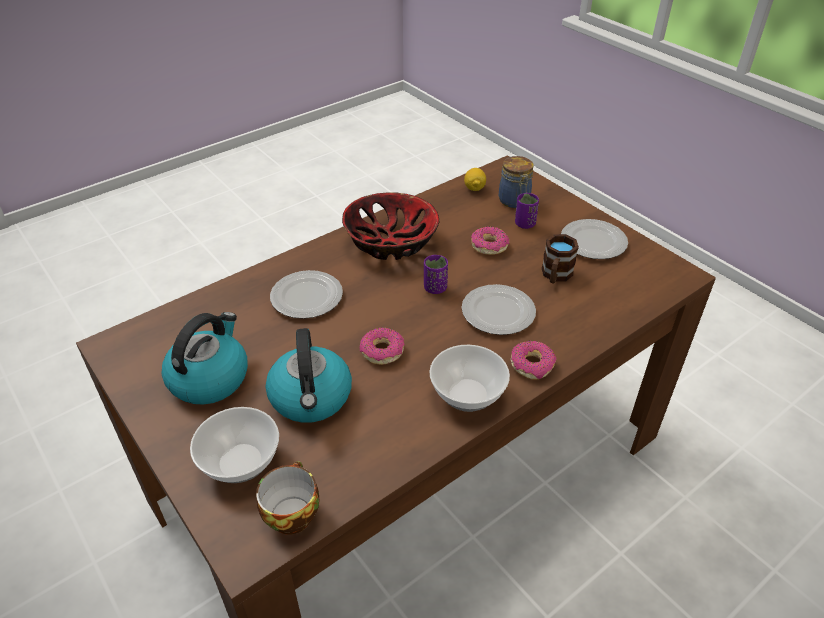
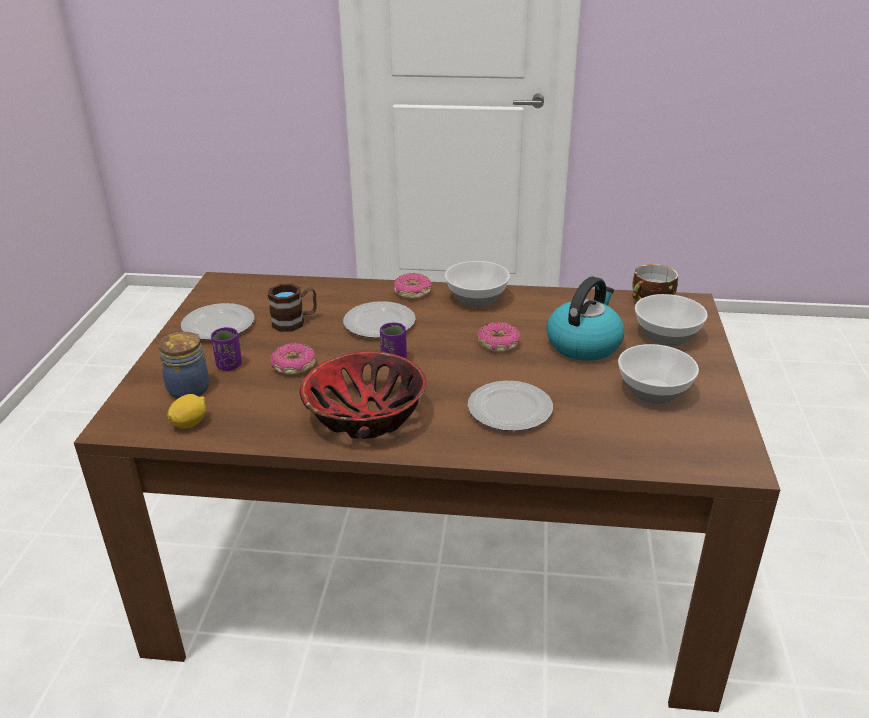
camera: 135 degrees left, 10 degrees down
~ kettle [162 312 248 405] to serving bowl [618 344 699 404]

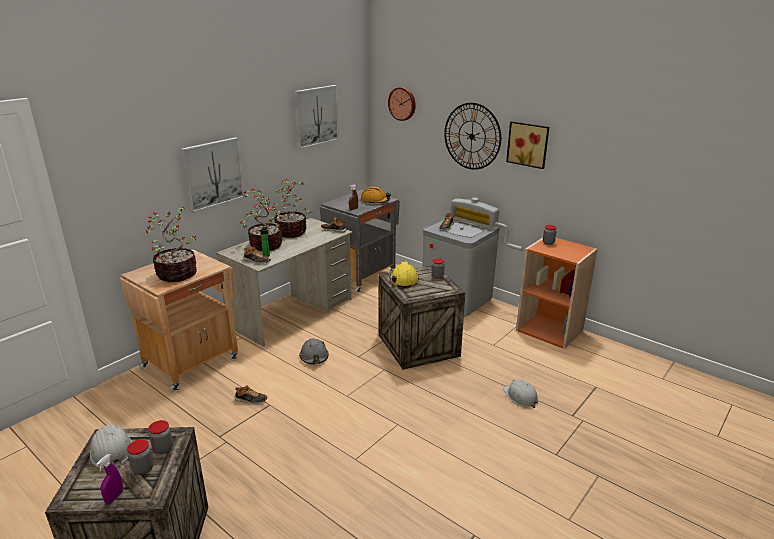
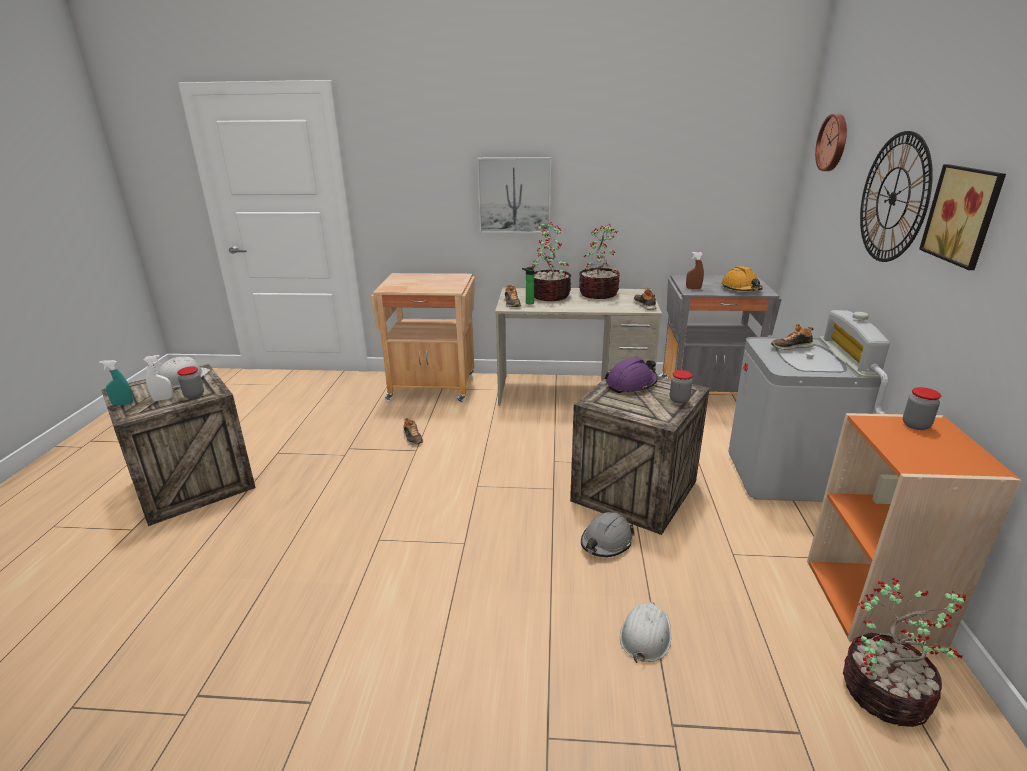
camera: 55 degrees right, 0 degrees up
- wall art [294 85 339 149]
~ plant in a pot [145 207 197 282] to [843 578 966 727]
~ yellow safety helmet [390 261 419 288] to purplish safety helmet [605 357 658 393]
~ greyish safety helmet [299 338 329 364] to [581 512 635 557]
~ storage jar [127 440 154 475] to white-coloured spray bottle [144 355 173 401]
~ purplish spray bottle [96 454 123 504] to turquoise spray bottle [99 360 133 405]

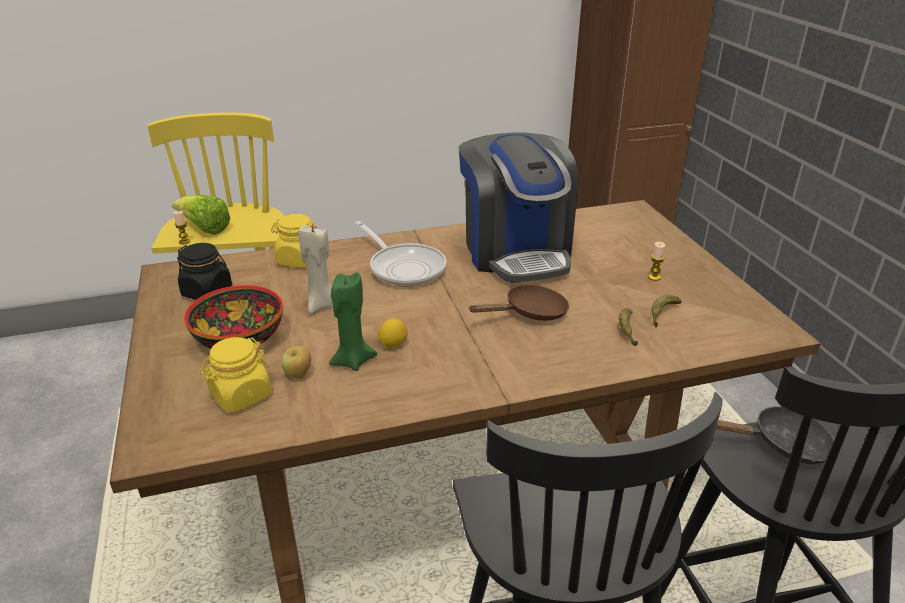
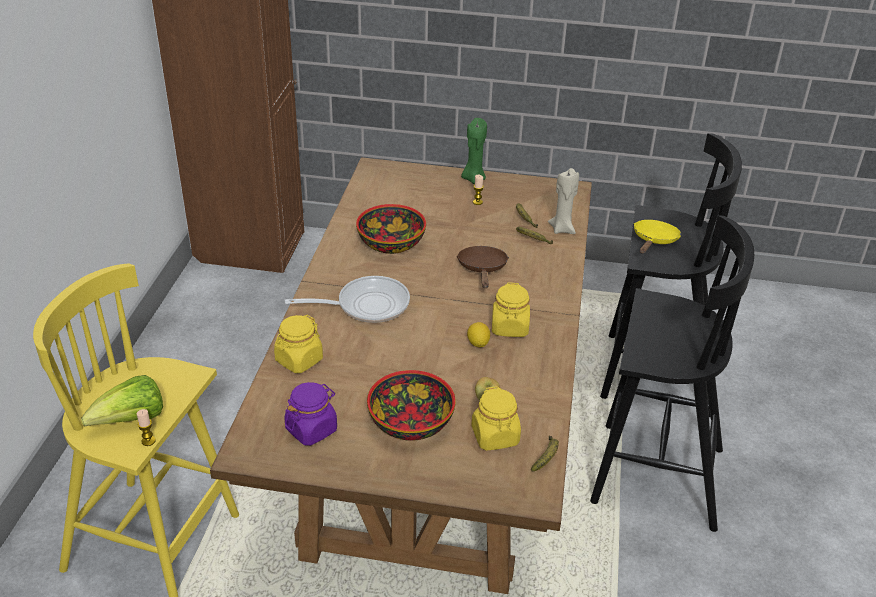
camera: 65 degrees left, 5 degrees up
~ coffee brewer [459 132 579 283] to serving bowl [356 204 426 254]
~ sand-coloured wax light [298 225 333 314] to [548 168 579 234]
~ blackish storage jar [177 243 232 300] to purplish storage jar [284 382 337 446]
~ green wax light [329 272 377 371] to [461 118 487 184]
~ blackish frying pan [716 406 835 464] to yellow frying pan [634 220 681 254]
+ yellow storage jar [492 282 530 337]
+ whole banana [531 436 559 472]

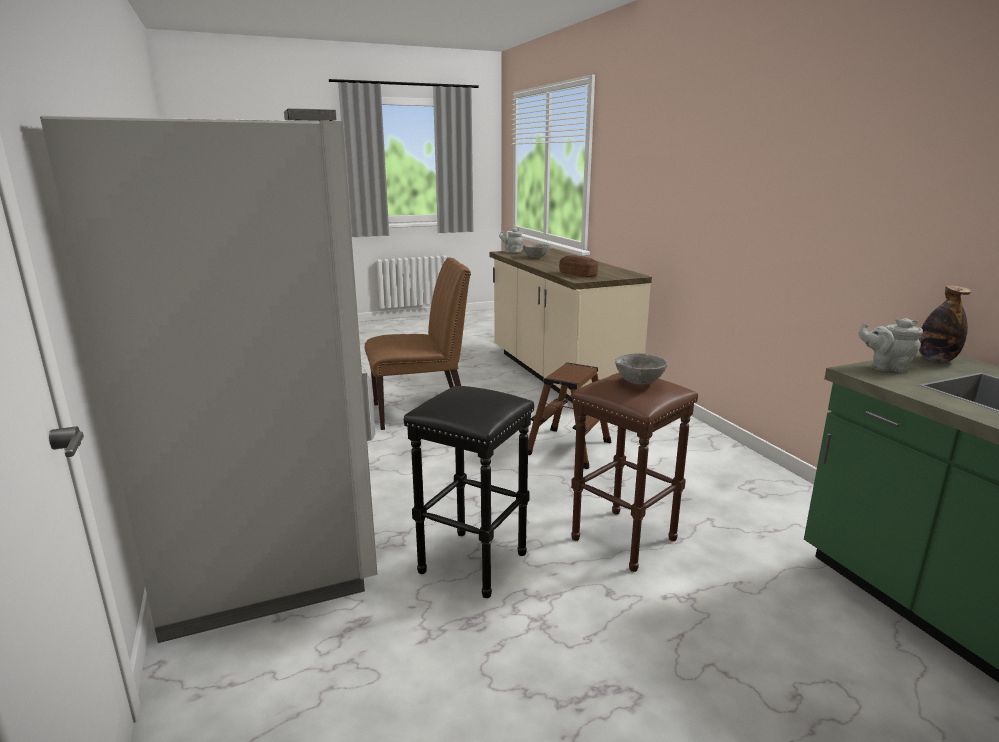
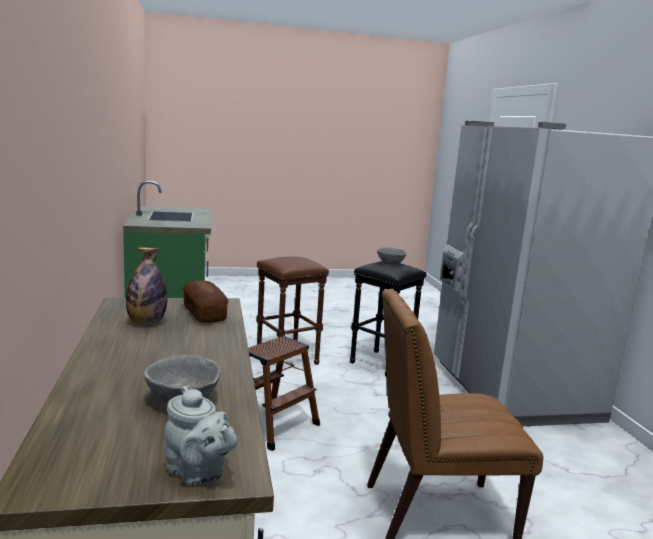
camera: 170 degrees left, 5 degrees down
~ bottle [919 285 971 362] to [126 247 167 325]
- greyish tea pot [859 318 923 373]
~ greyish serving bowl [615 353 668 385] to [377 247 407 265]

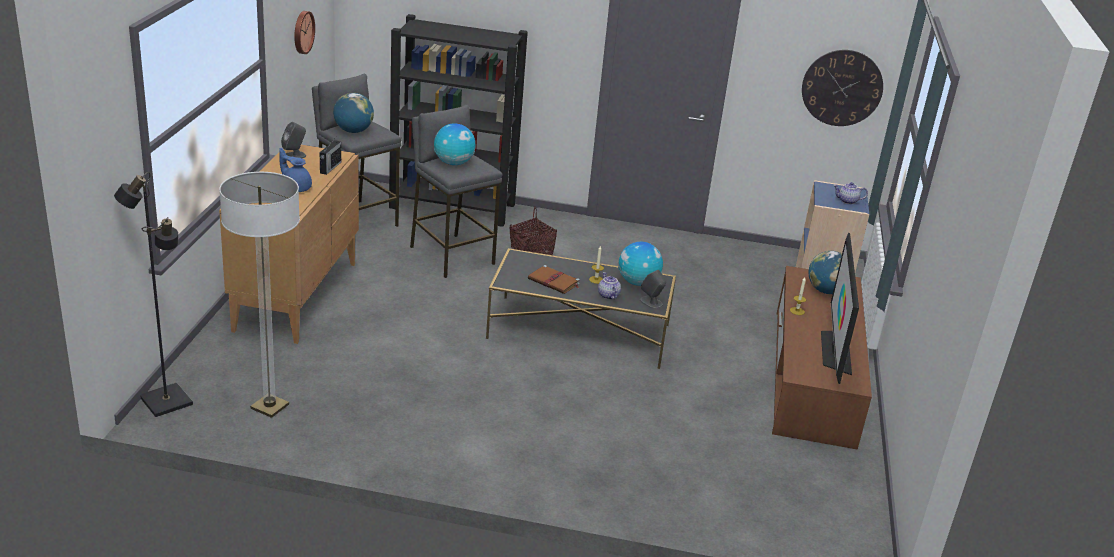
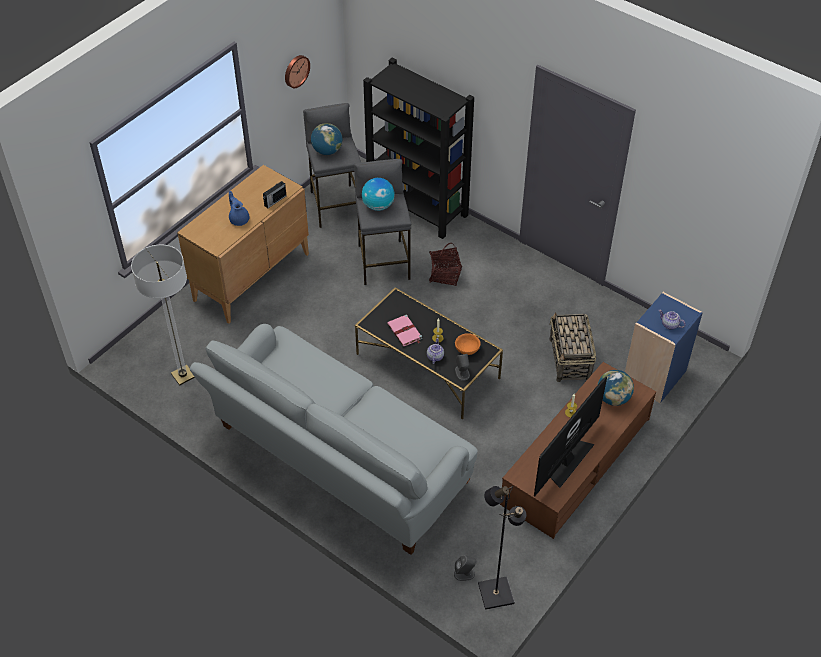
camera: 30 degrees right, 20 degrees up
- hanging clock [802 50 883 126]
~ greyish speaker [281 122 306 158] to [454 555 477 581]
~ blackish standard lamp [114 172 193 417] to [478 486 526 610]
~ desk globe [618 242 663 286] to orange serving bowl [455 333 481 355]
~ brown volume [528 265 580 294] to pink-coloured volume [387 314 422 346]
+ basket [550 313 596 382]
+ greyish sofa [190 324 478 555]

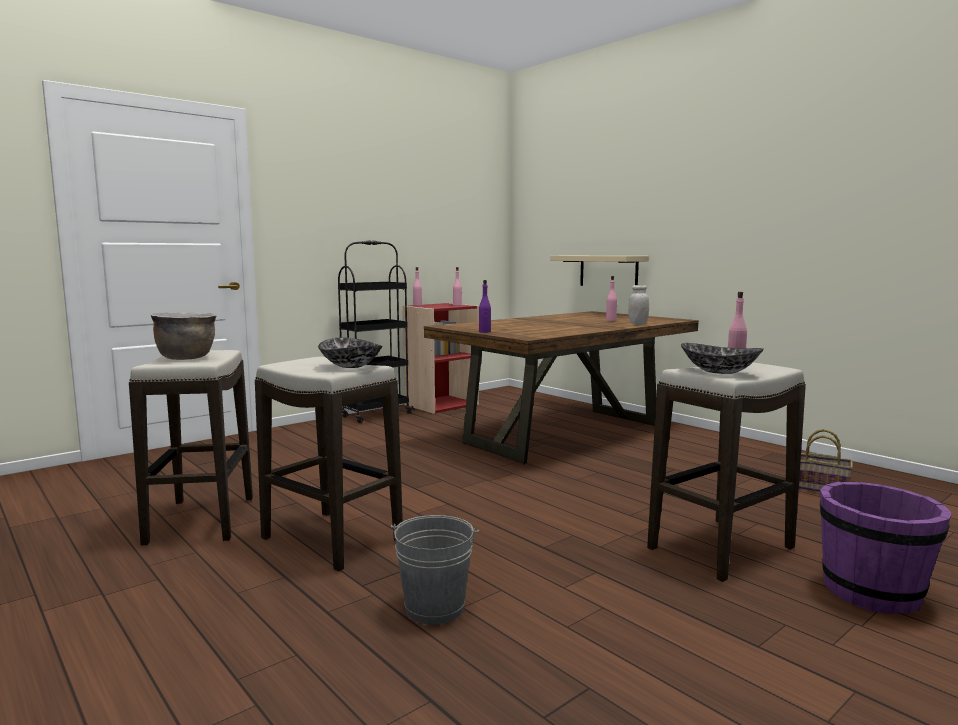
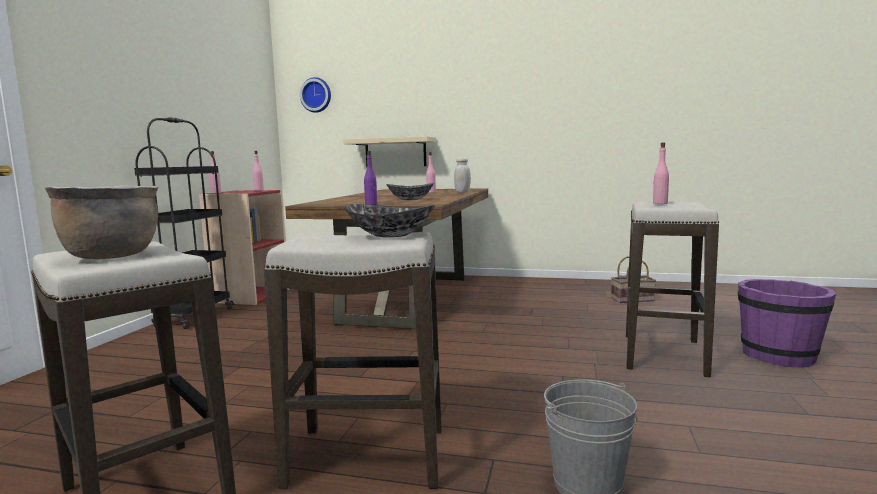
camera: 35 degrees left, 0 degrees up
~ serving bowl [681 343 764 374] to [386 183 434 200]
+ hanging clock [300 77 331 113]

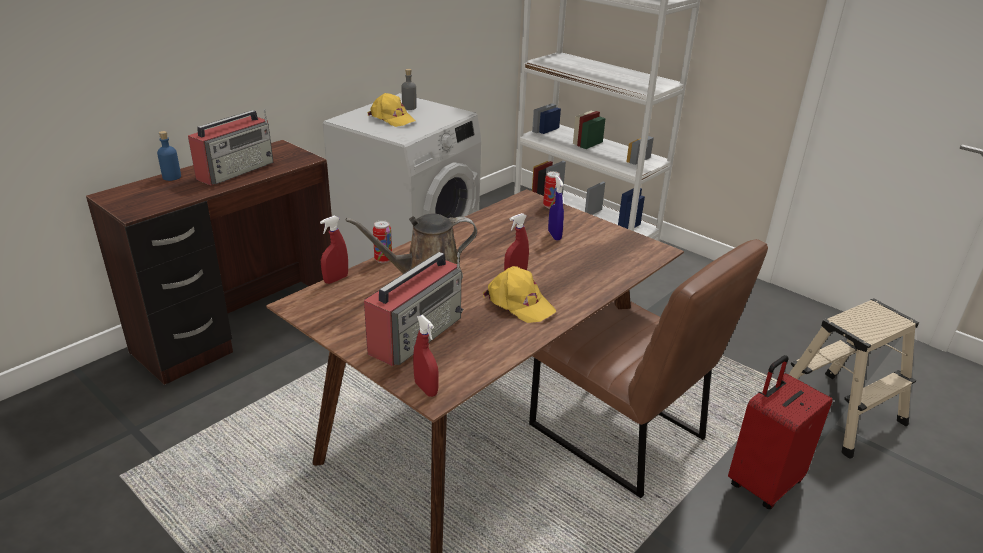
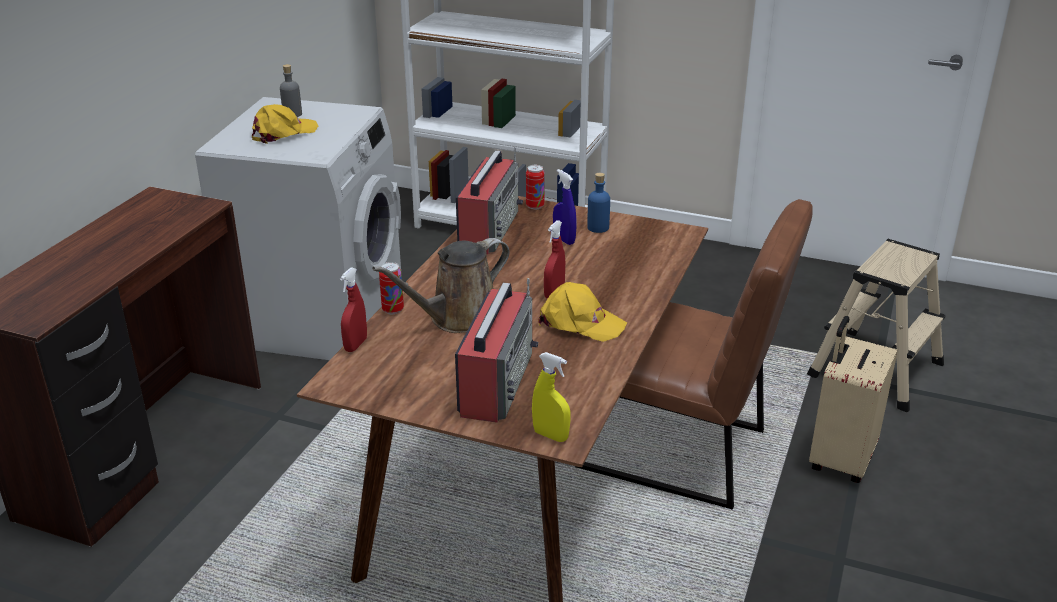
camera: 20 degrees left, 0 degrees up
~ yellow cap [367 93 416 127] = [252 104 318 144] 60 degrees counterclockwise
~ radio receiver [188 109 273 186] to [456 147 523 255]
~ blue bottle [157 131 181 181] to [587 173 610 233]
~ red-coloured spray bottle [413 315 439 397] to yellow spray bottle [532 352 571 442]
~ red-coloured travel case [728 355 833 509] to sand-coloured travel case [809 316 898 483]

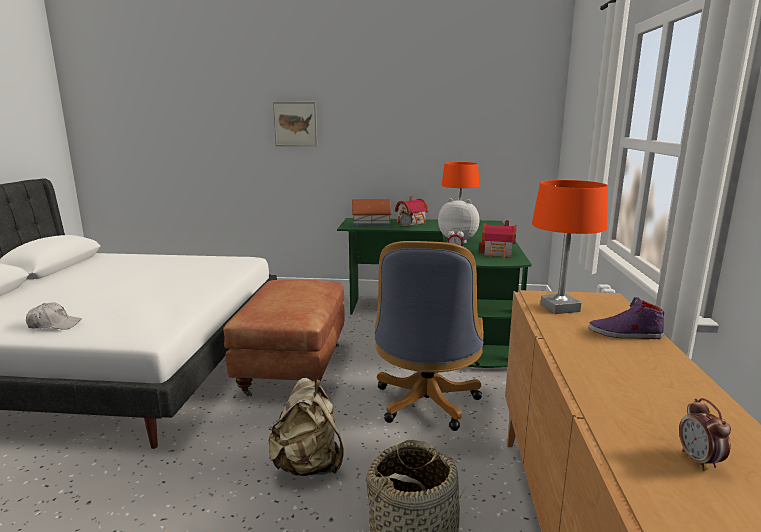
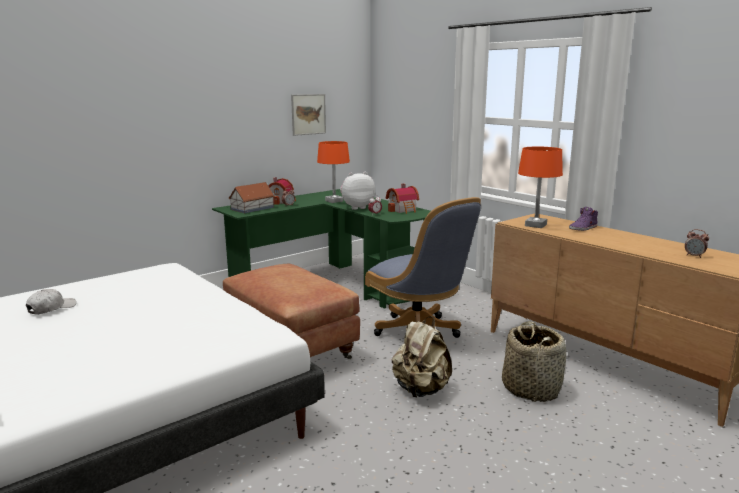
camera: 45 degrees left, 0 degrees up
~ wall art [273 102 317 146] to [291 94 326 136]
~ white-coloured cap [26 302 82 330] to [26 289 76 314]

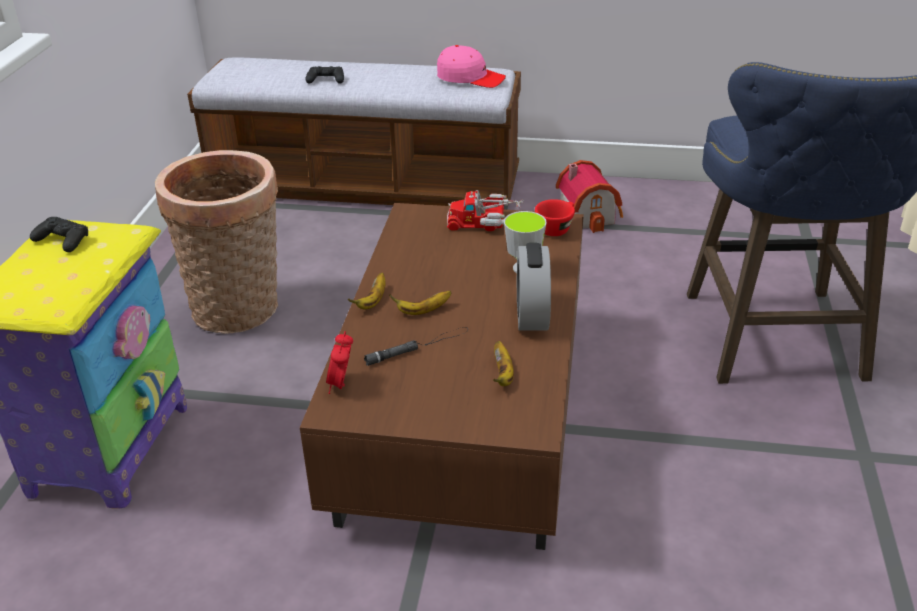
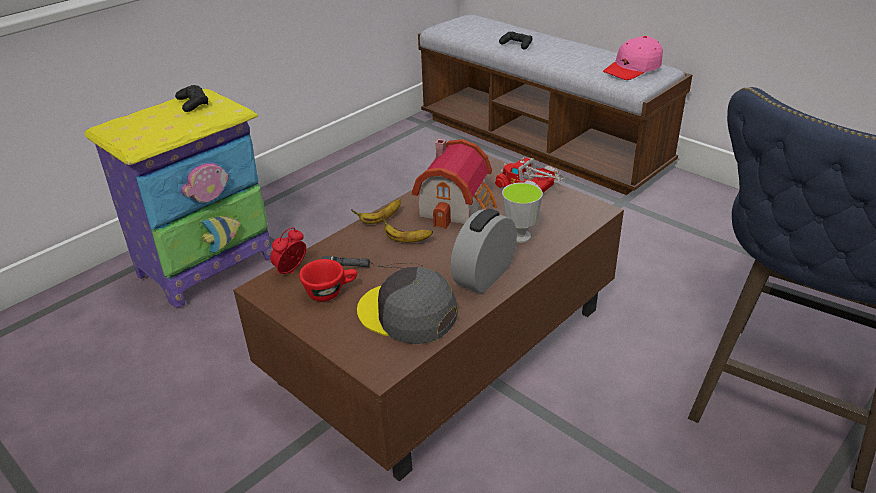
camera: 35 degrees right, 0 degrees up
~ pink-coloured cap [437 45 506 88] = [603 36 663 80] 90 degrees clockwise
- basket [155 150 278 334]
~ toy house [556 160 623 233] to [412 139 497 229]
~ red-coloured cup [535 199 575 236] to [299 259 357 301]
~ whole banana [493 341 514 386] to greyish cap [357 267 457 344]

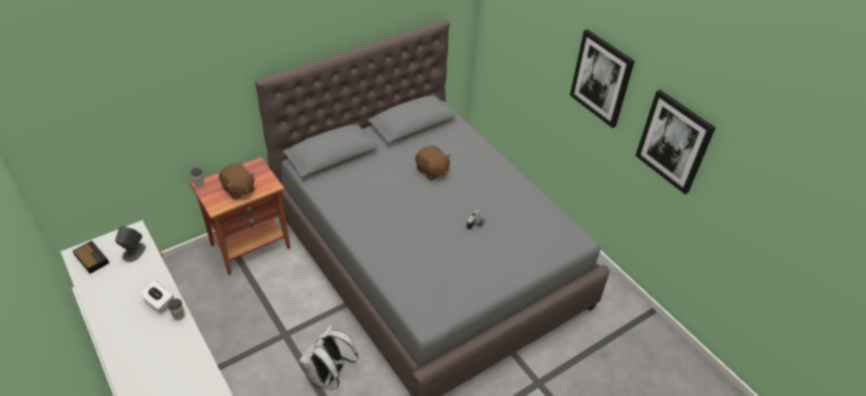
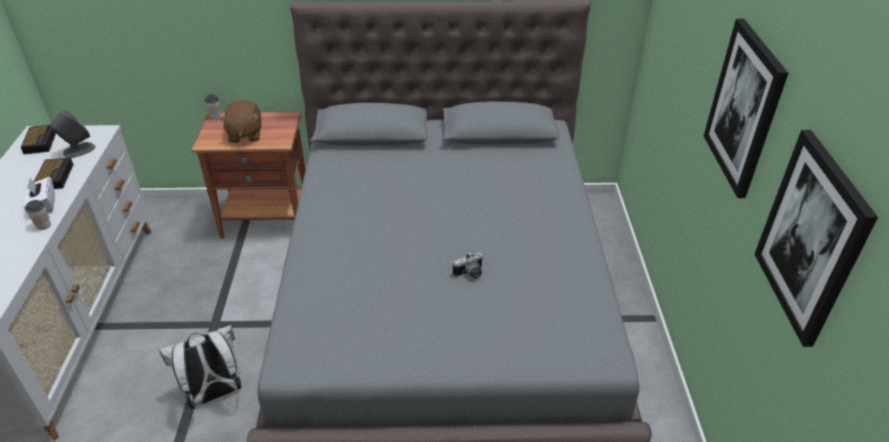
camera: 35 degrees right, 5 degrees down
- brown plush toy [415 146 451 181]
+ bedside clock [34 158 74 189]

